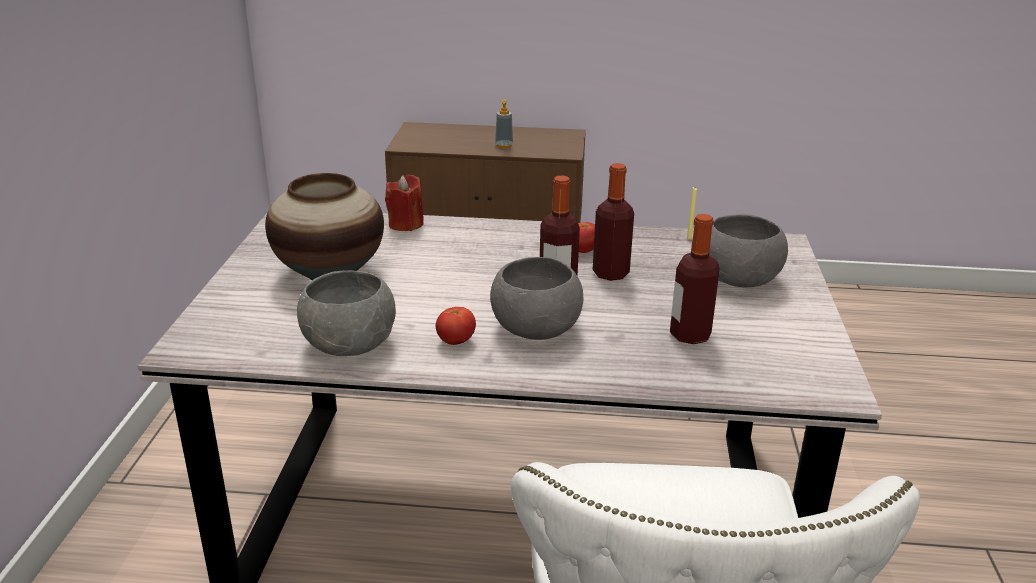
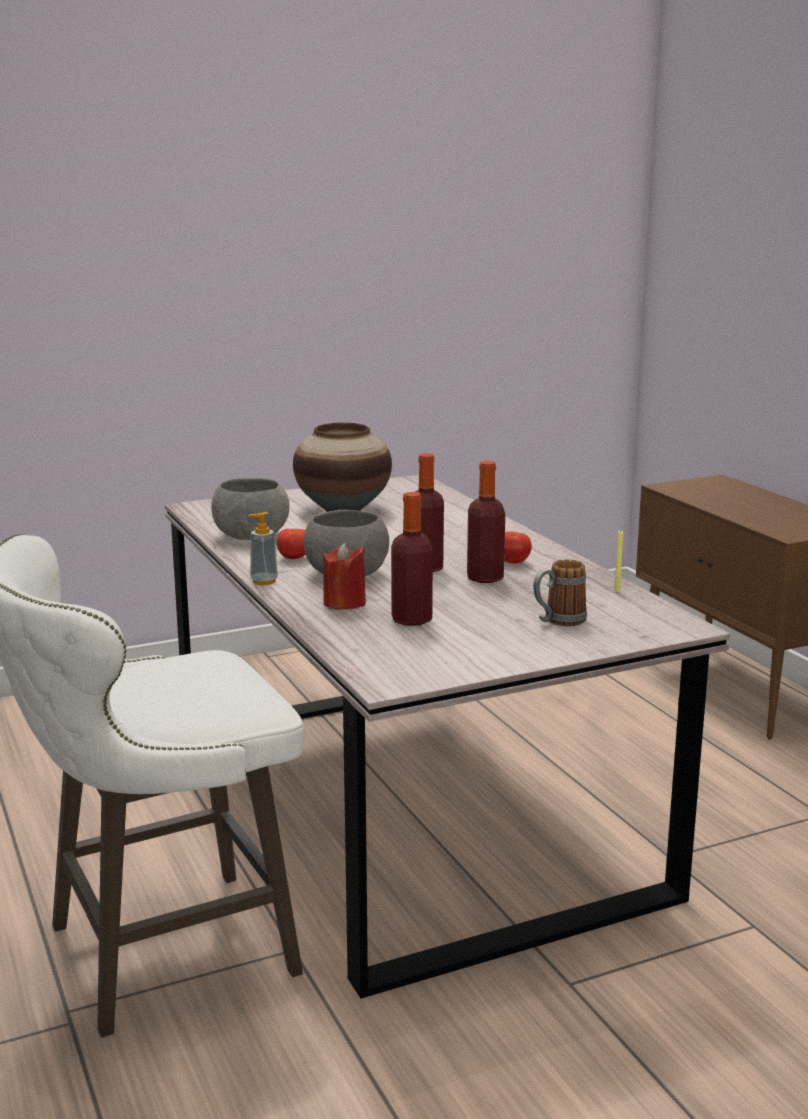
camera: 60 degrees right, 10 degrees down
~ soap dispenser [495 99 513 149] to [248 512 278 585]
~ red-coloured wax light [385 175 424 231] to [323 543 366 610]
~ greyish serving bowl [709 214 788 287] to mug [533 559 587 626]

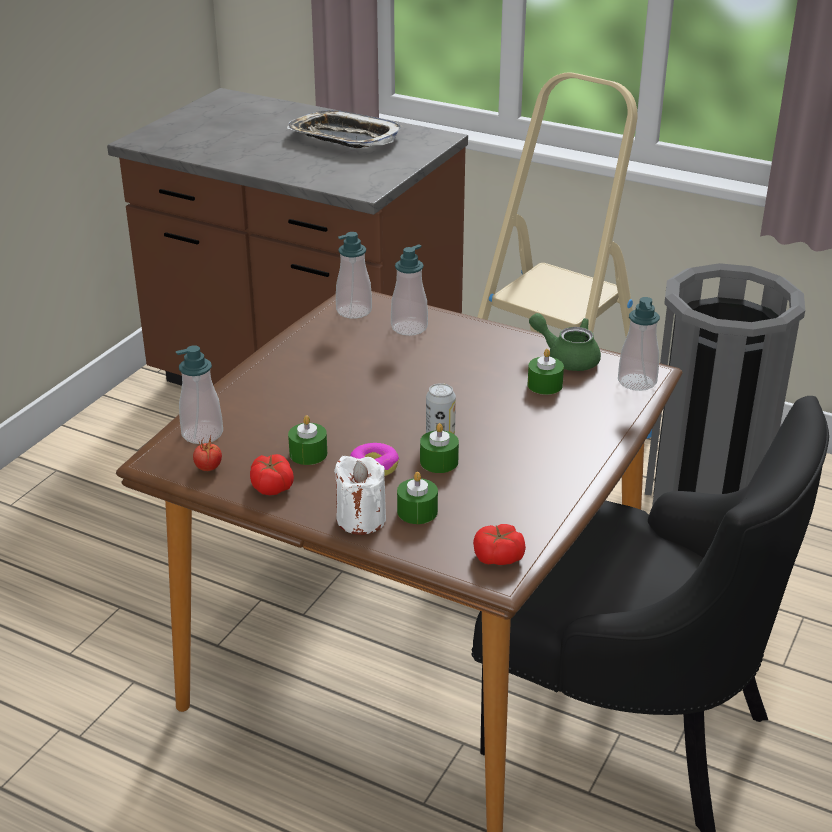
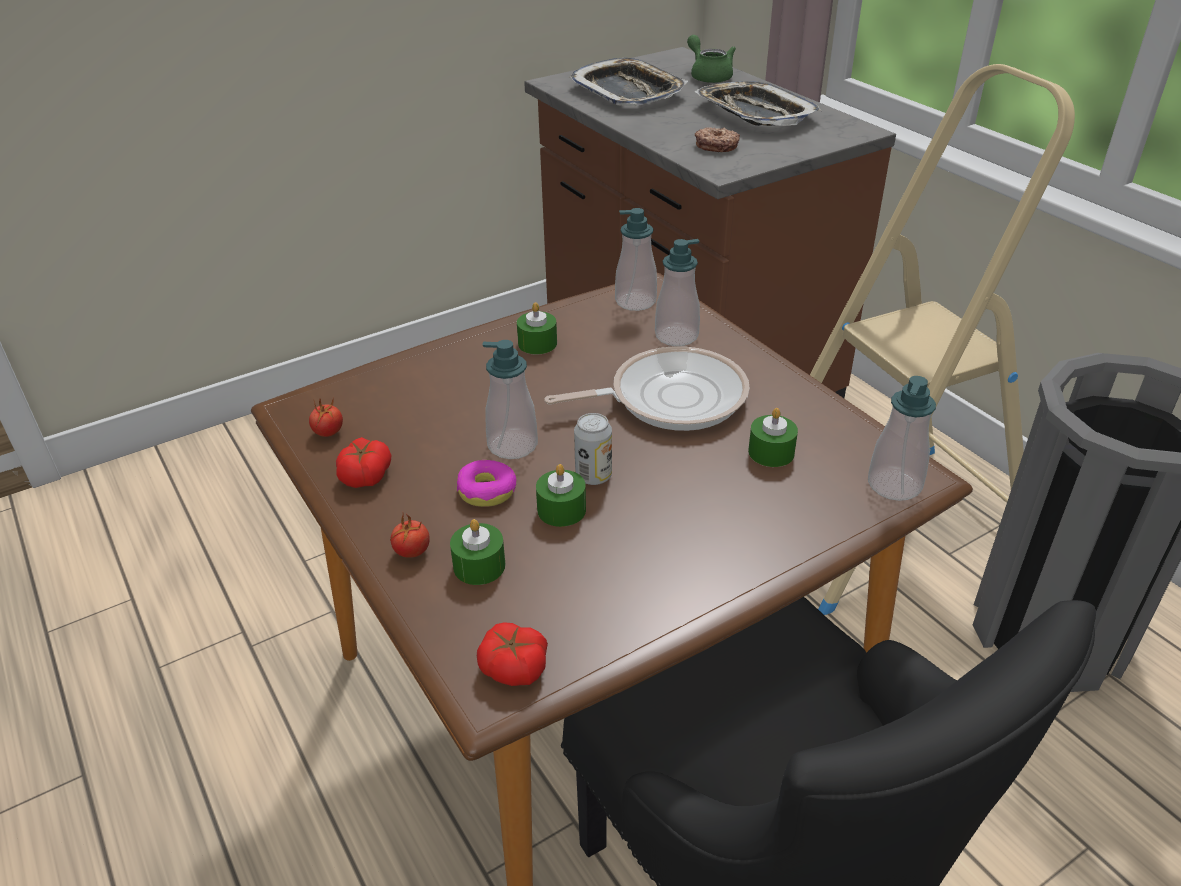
camera: 30 degrees right, 5 degrees up
~ green tea pot [529 313 601 371] to [687 35 736 83]
~ soap dispenser [176 345 223 444] to [483 340 538 459]
~ green wax light [288 415 327 465] to [517 302 557 354]
~ white-coloured wax light [334 456 386 535] to tomato [390 513 430 557]
+ carrying tray [569 58 688 107]
+ ring doughnut [695 127 740 152]
+ frying pan [544 346 750 431]

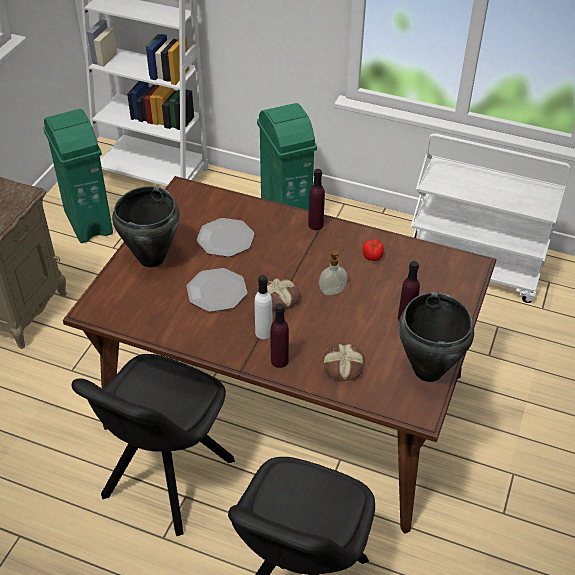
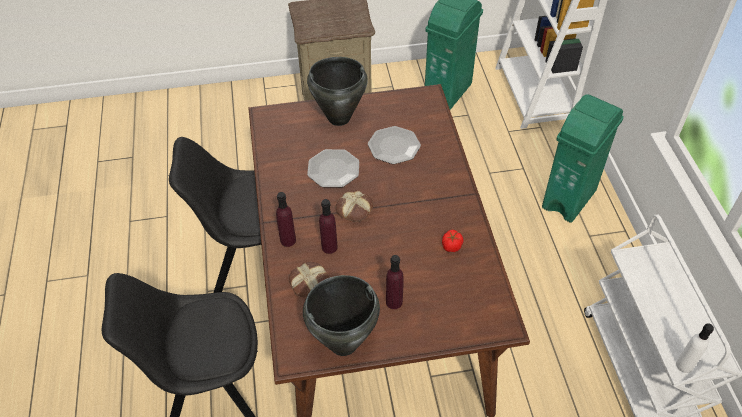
camera: 60 degrees right, 5 degrees up
~ purplish bottle [308 169 325 230] to [319 199 338 254]
- soap dispenser [319 250 347 295]
~ white-coloured bottle [255 275 272 339] to [676 323 714 373]

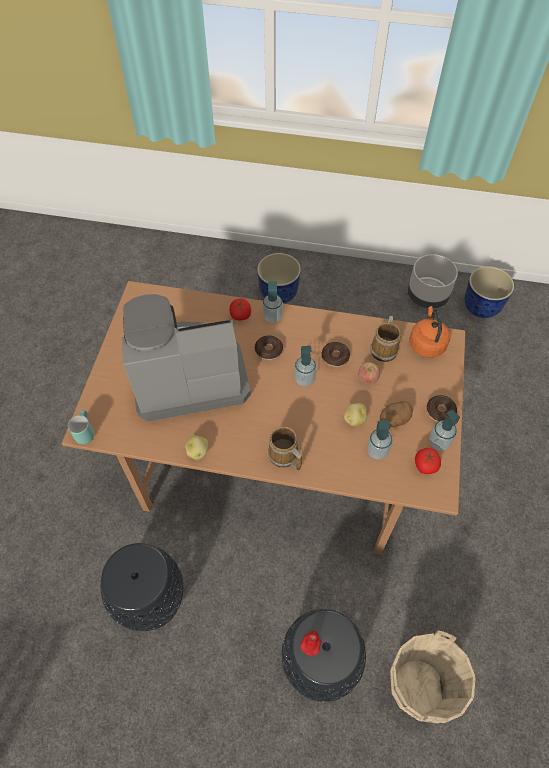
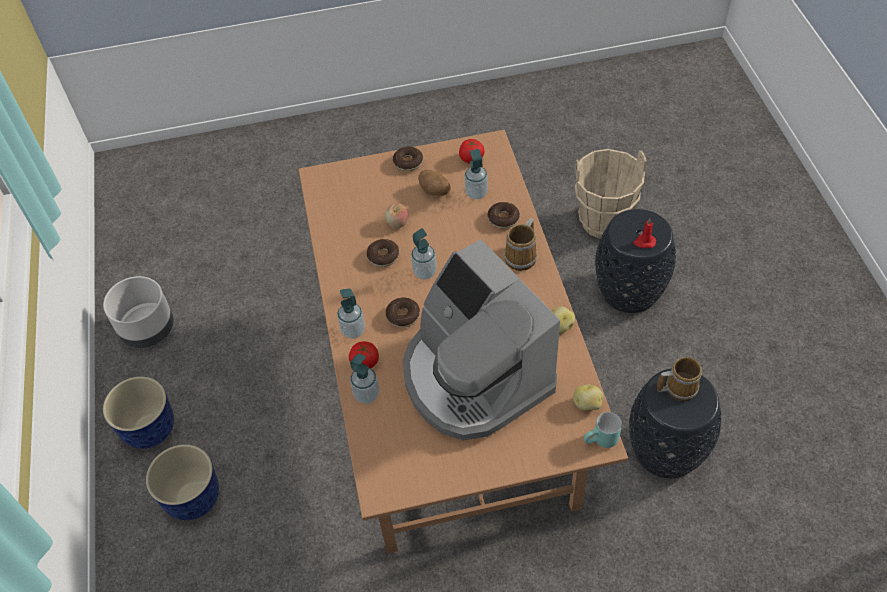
camera: 110 degrees left, 5 degrees down
~ planter [464 266 514 318] to [103 376 174 449]
- orange kettle [410 306 450 358]
~ mug [370 316 401 362] to [657 357 702 401]
~ spud [344 403 367 426] to [573 385 603 410]
~ soap dispenser [429 410 460 450] to [350 354 379 404]
+ ring doughnut [488 202 520 229]

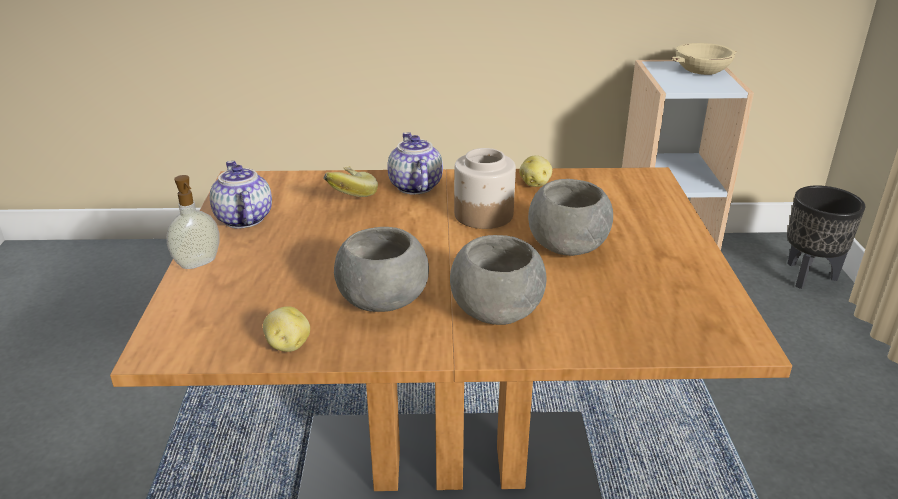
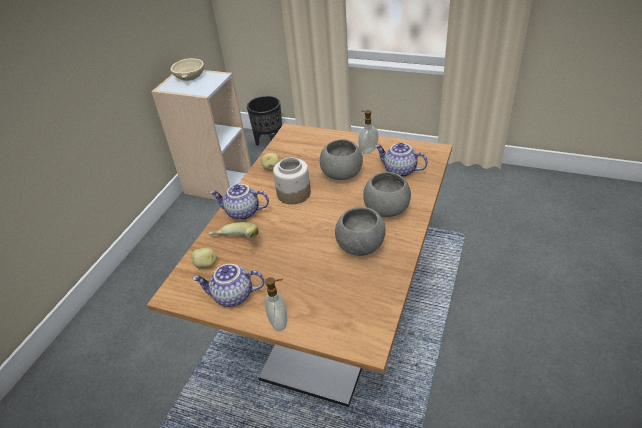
camera: 65 degrees left, 10 degrees up
~ spud [263 306 310 352] to [191 248 217 269]
+ soap dispenser [358 110 378 154]
+ tea pot [375 143 428 177]

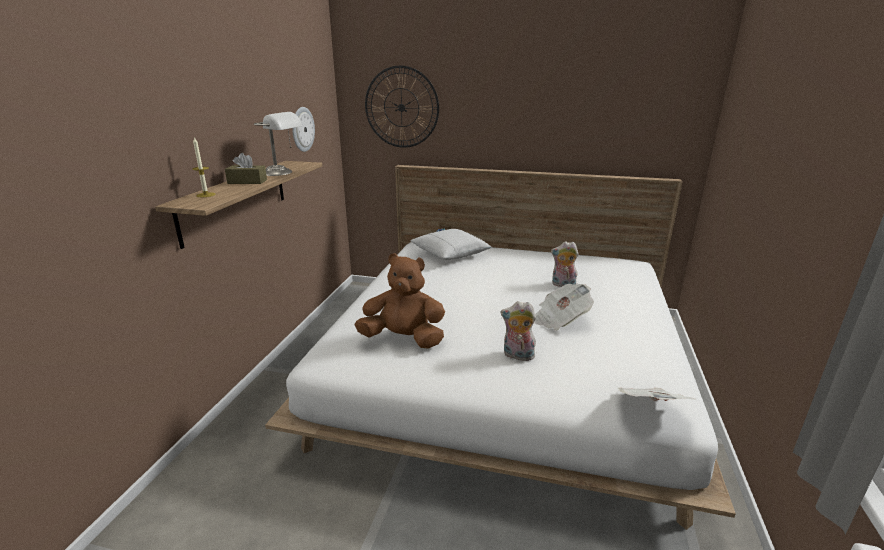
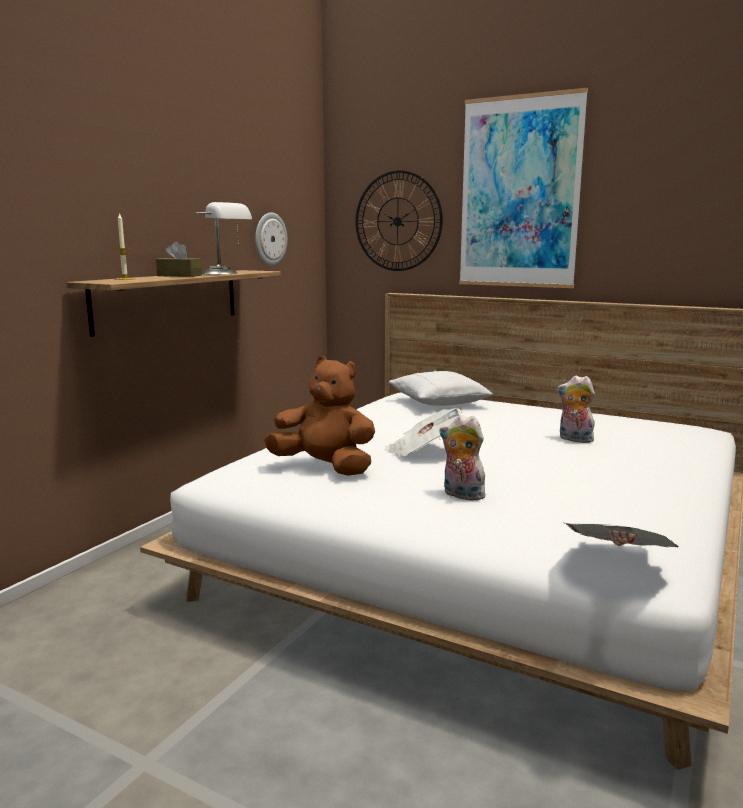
camera: 15 degrees right, 10 degrees down
~ newspaper [534 284 594 330] to [384 408 462 457]
+ wall art [459 88 588 288]

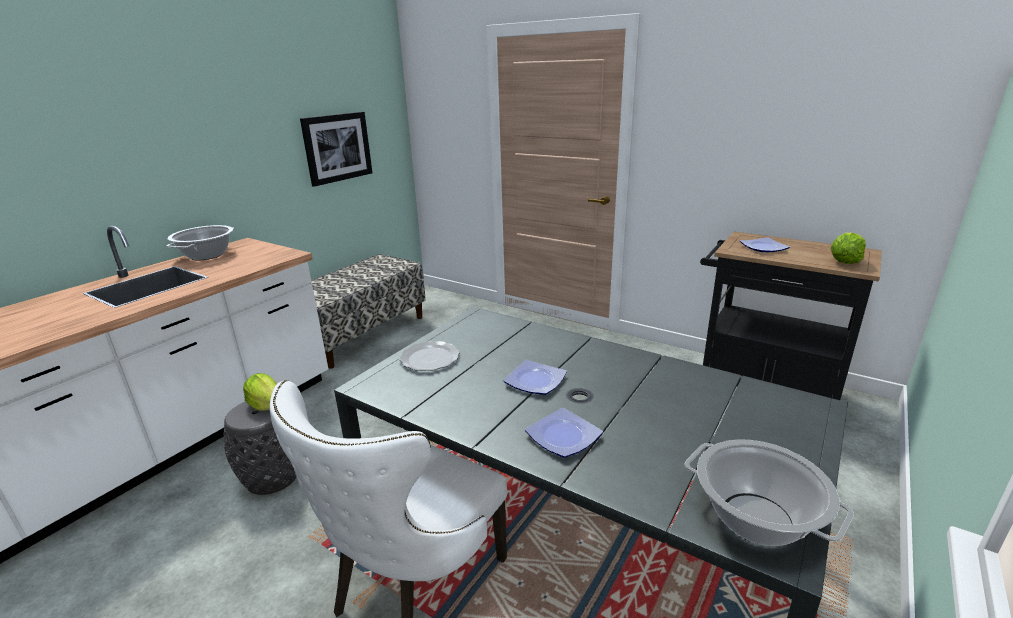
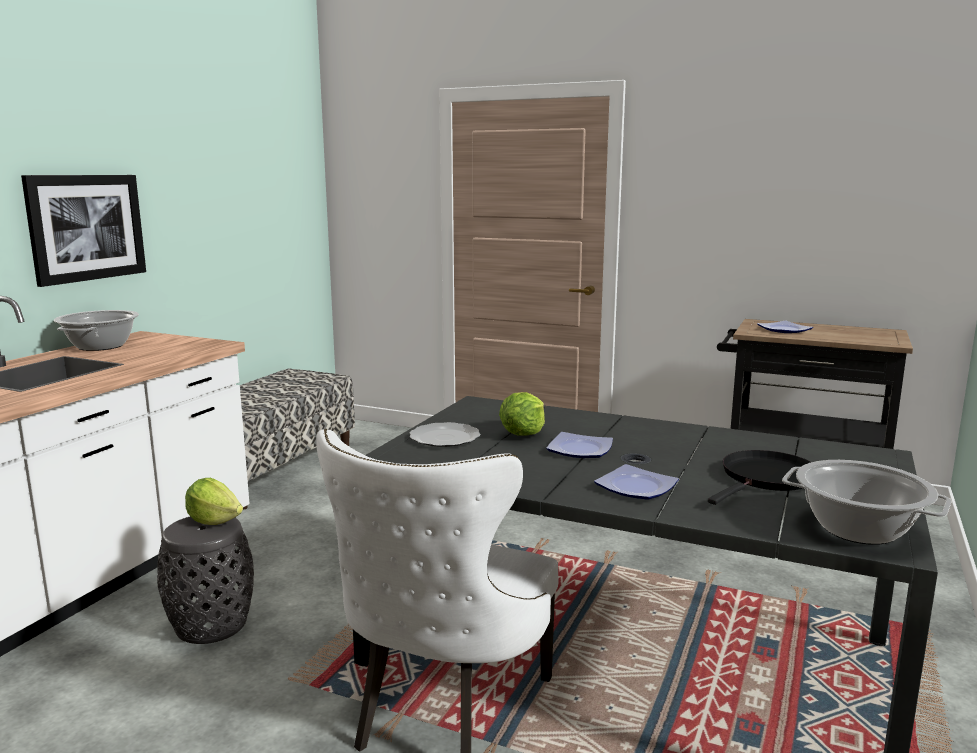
camera: 10 degrees left, 10 degrees down
~ wall art [300 112 372 187] to [21 175 146 287]
~ lettuce [831 233 866 264] to [499 392 545 436]
+ blackish frying pan [708 450 811 505]

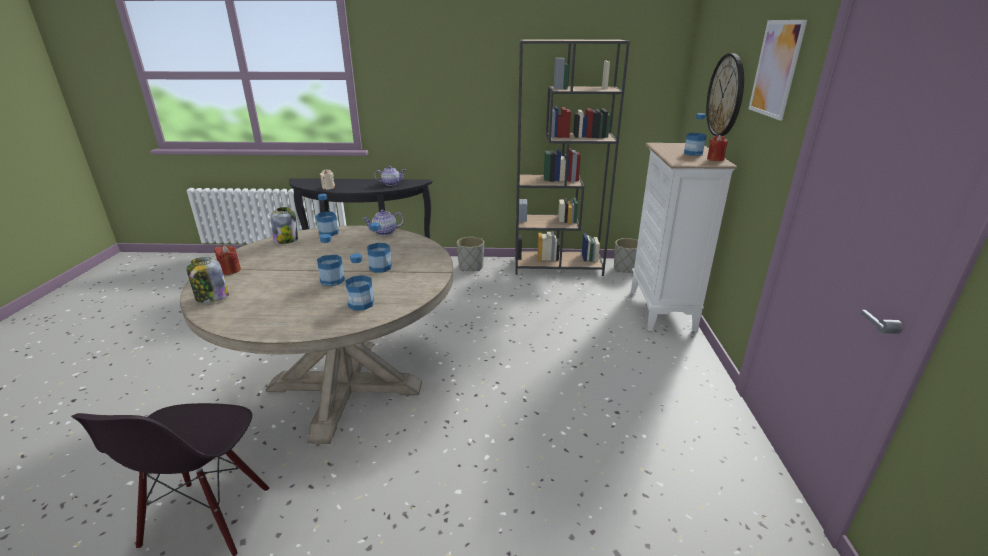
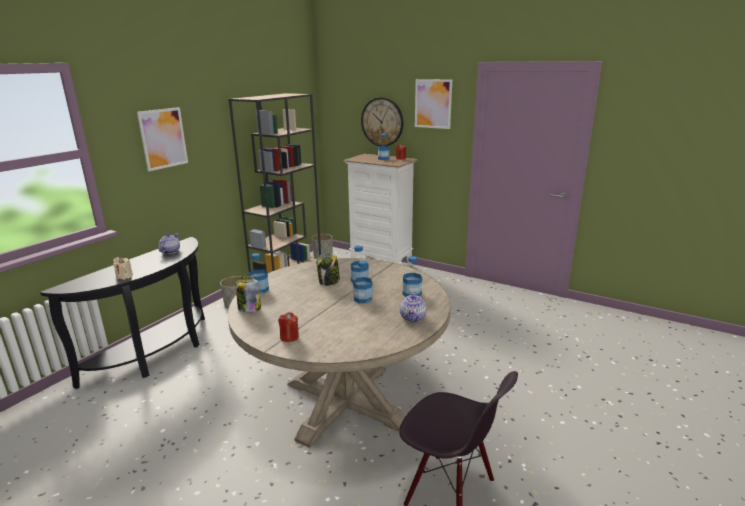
camera: 60 degrees left, 5 degrees down
~ tea pot [363 210 404 236] to [400 292 426 322]
~ storage jar [186 257 229 303] to [316 252 340 286]
+ wall art [137 107 188 171]

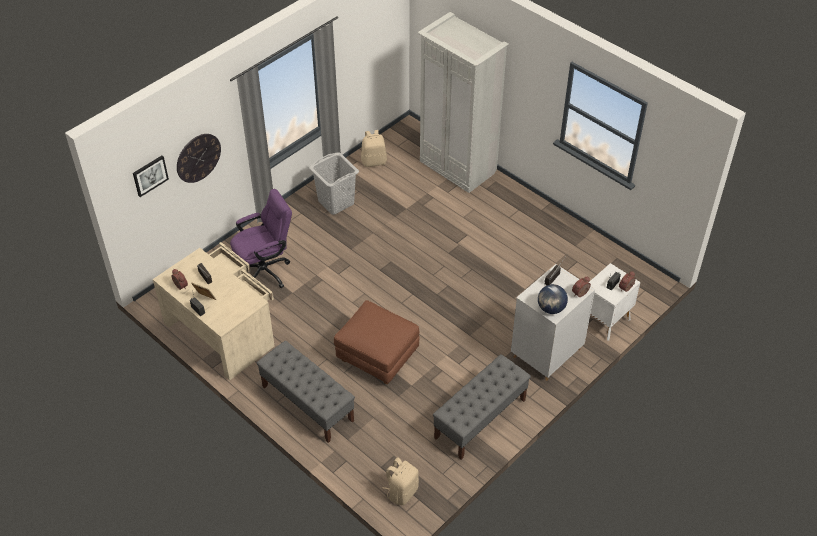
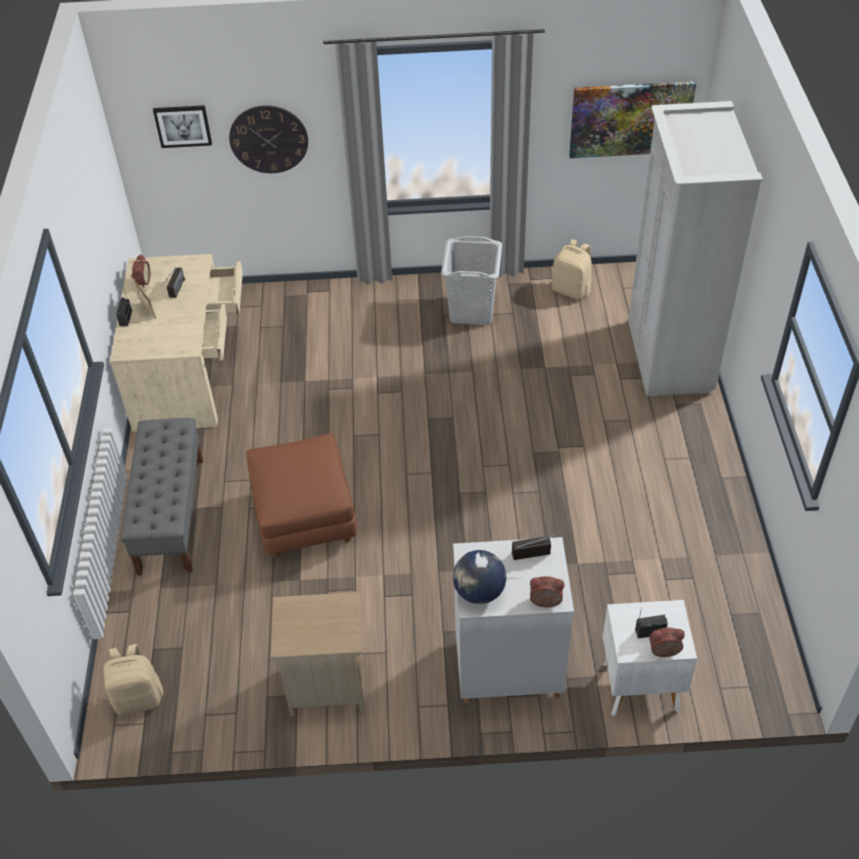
camera: 45 degrees right, 0 degrees up
- purplish office chair [230 189 292 288]
~ greyish indoor bench [433 354 531 460] to sand-coloured nightstand [271 592 364 717]
+ wall art [569 81 696 158]

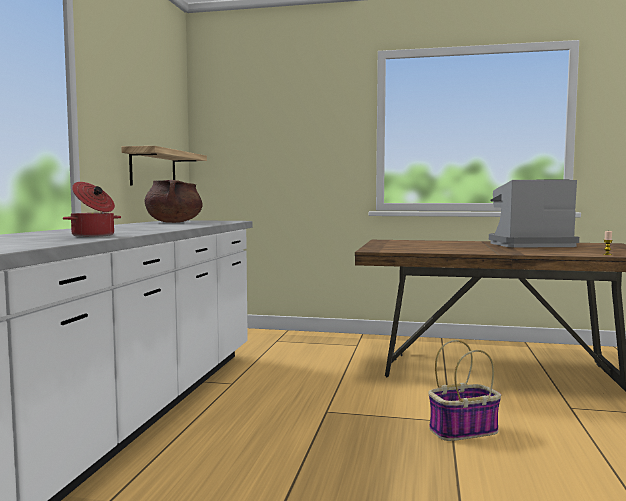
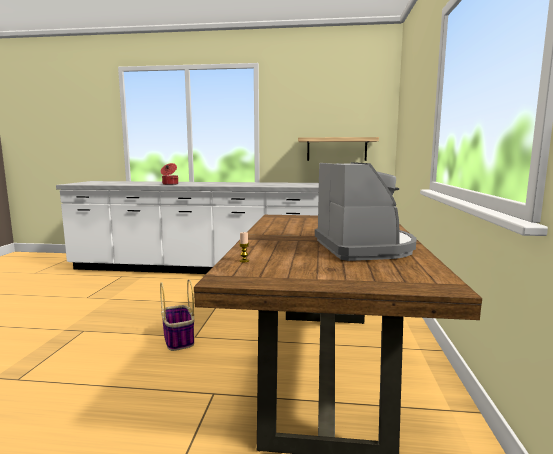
camera: 85 degrees right, 5 degrees up
- brown cooking pot [145 180 203 223]

